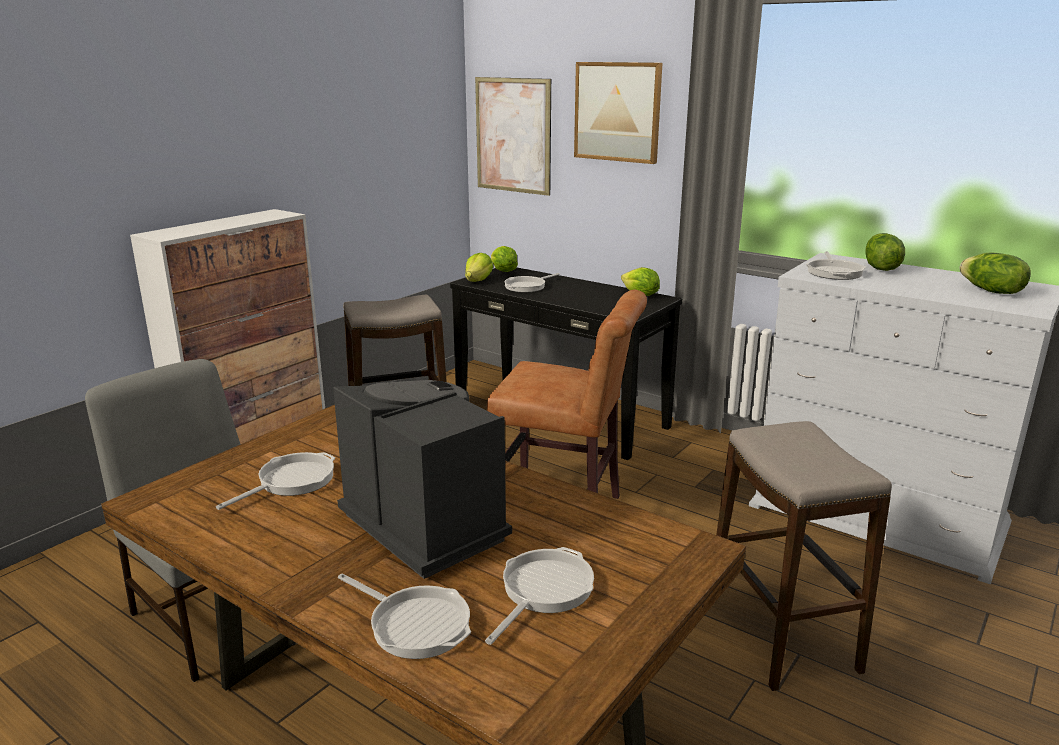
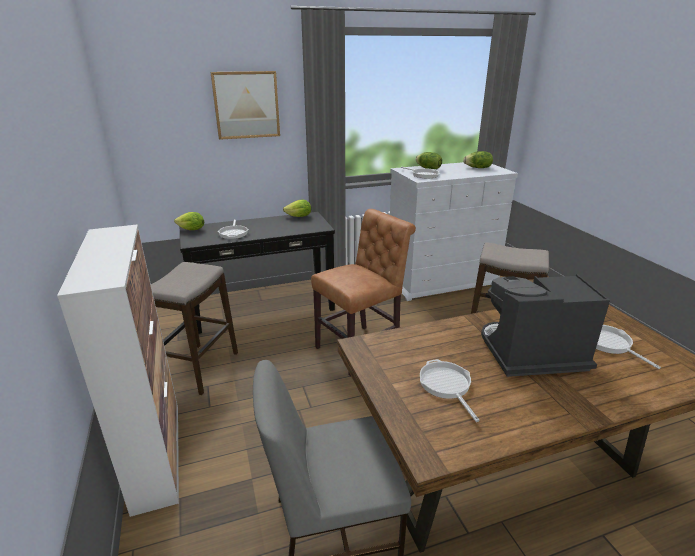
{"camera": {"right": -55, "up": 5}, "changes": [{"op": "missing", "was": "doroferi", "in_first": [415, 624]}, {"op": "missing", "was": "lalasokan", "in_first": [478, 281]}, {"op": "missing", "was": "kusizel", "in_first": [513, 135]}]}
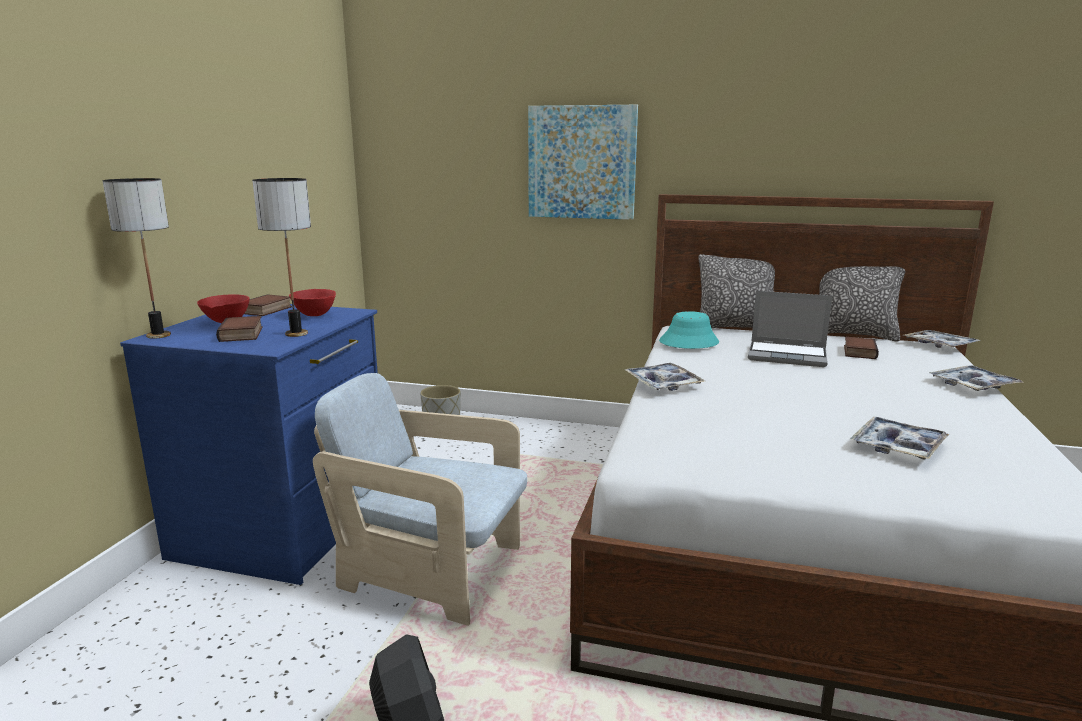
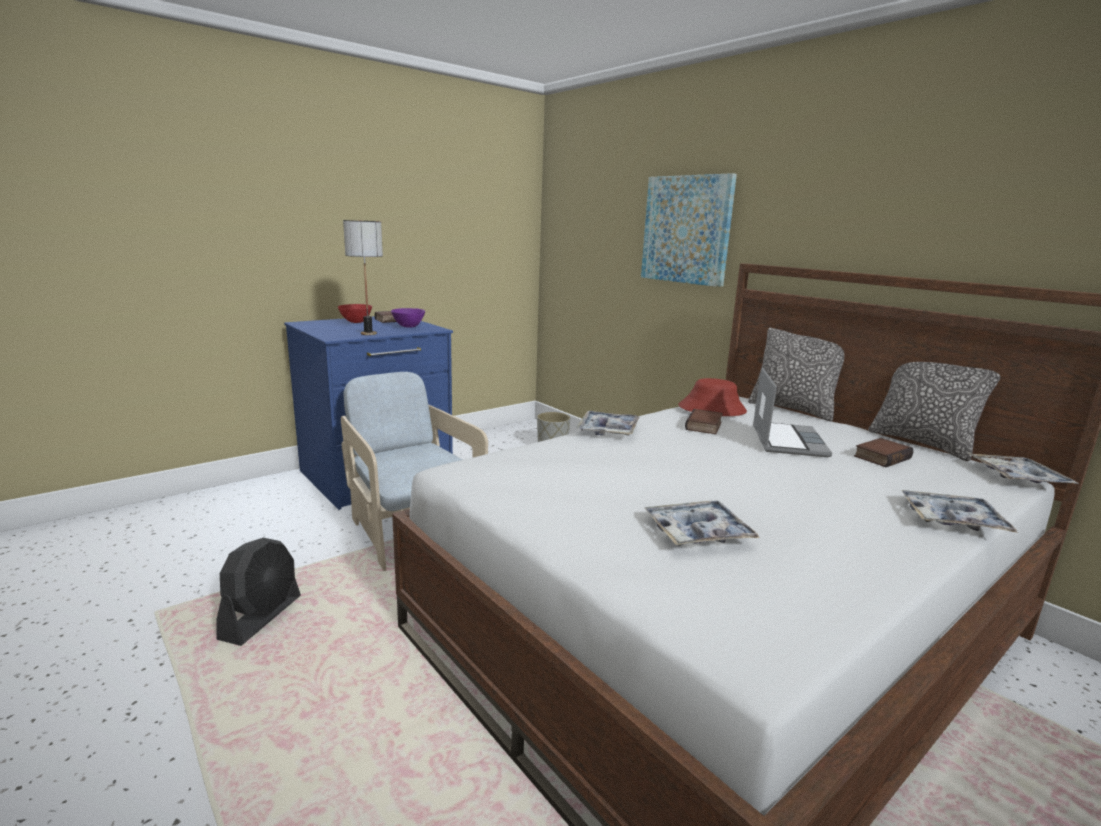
{"camera": {"right": 35, "up": 0}, "changes": [{"op": "missing", "was": "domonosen", "in_first": [159, 335]}, {"op": "relocated", "was": "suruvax", "in_first": [242, 334], "in_second": [705, 426]}, {"op": "colour", "was": "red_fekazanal", "now": "purple_fekazanal", "in_first": [315, 315], "in_second": [408, 327]}, {"op": "colour", "was": "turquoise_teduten", "now": "red_teduten", "in_first": [688, 342], "in_second": [712, 409]}, {"op": "spun", "was": "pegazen", "in_first": [788, 356], "in_second": [786, 440], "clockwise": -135}]}
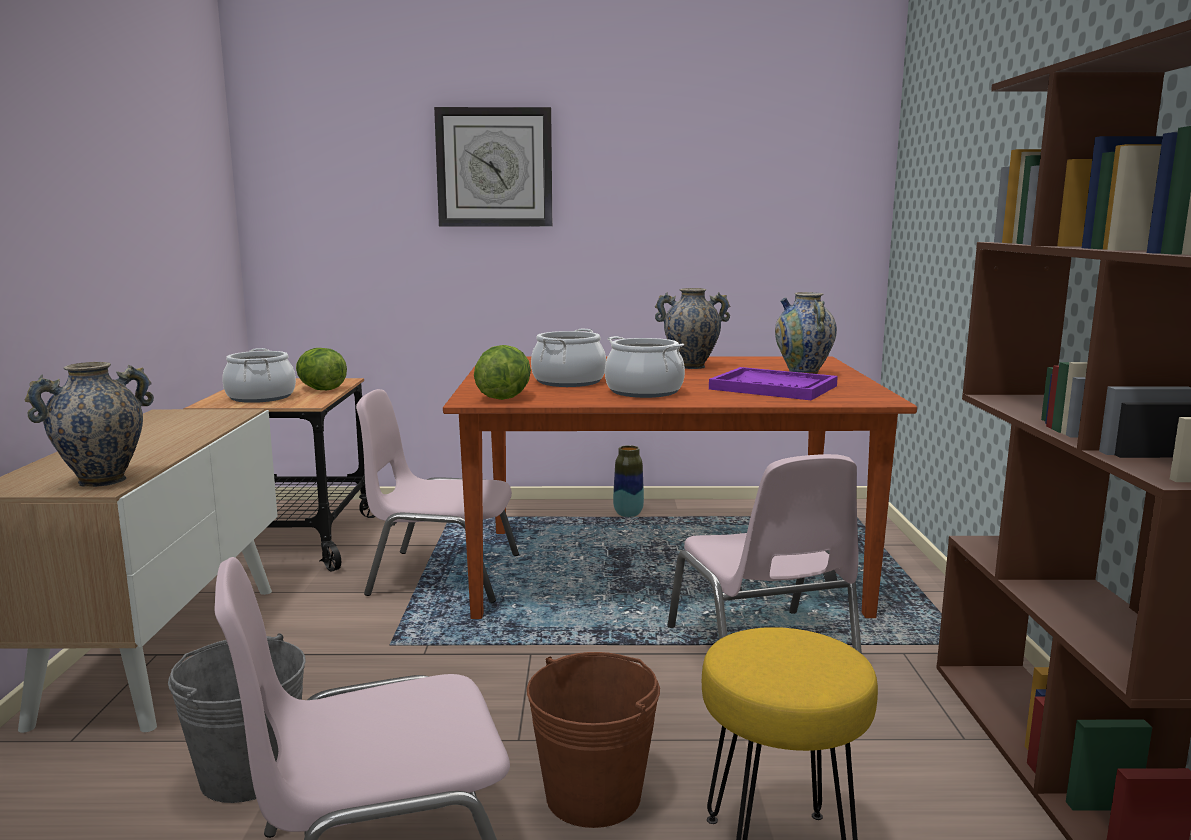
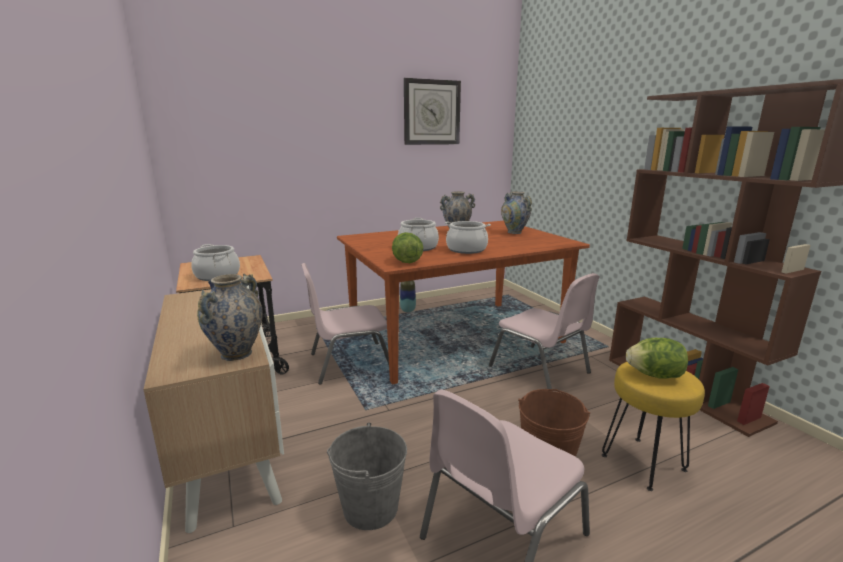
{"camera": {"right": -25, "up": 5}, "changes": [{"op": "missing", "was": "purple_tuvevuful", "in_first": [773, 387]}, {"op": "relocated", "was": "lalasokan", "in_first": [321, 389], "in_second": [654, 375]}, {"op": "relocated", "was": "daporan", "in_first": [494, 168], "in_second": [431, 112]}]}
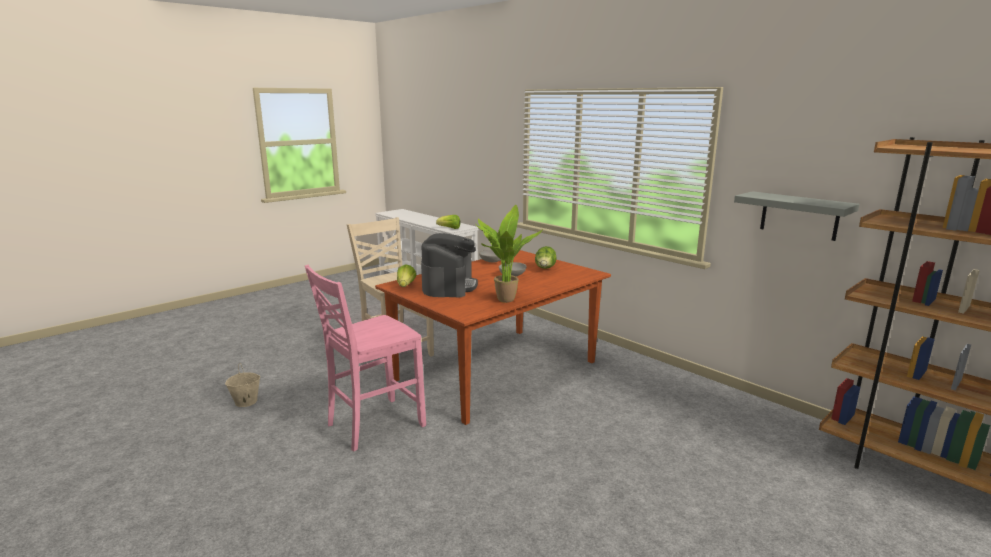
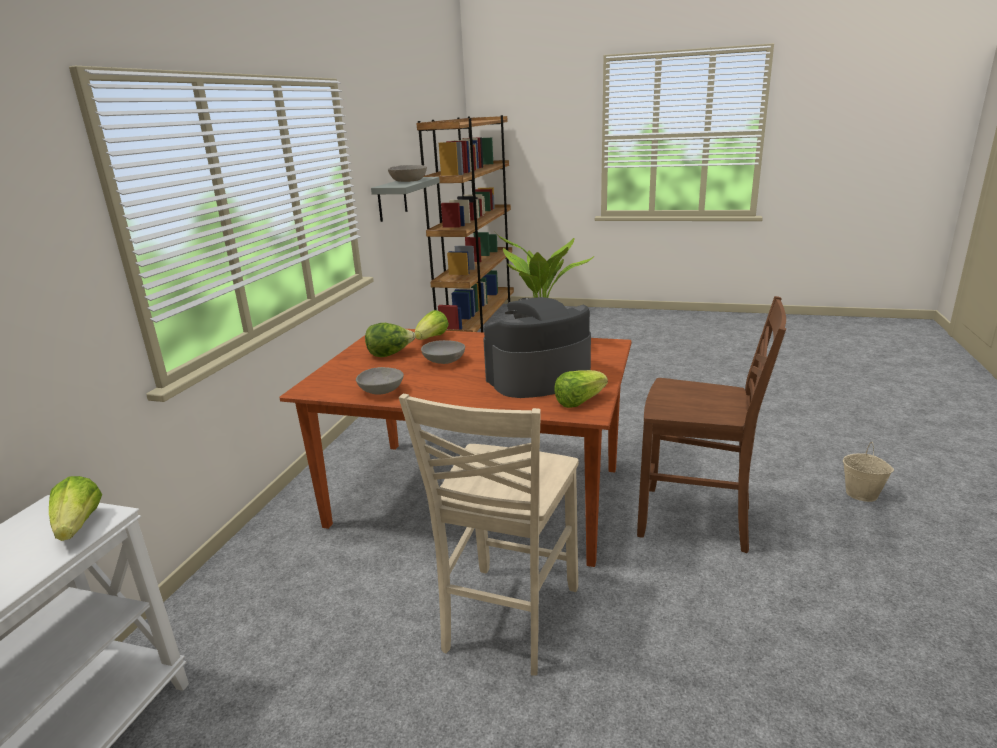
{"camera": {"right": -120, "up": 5}, "changes": [{"op": "appeared", "now": "grey_fekazanal", "in_second": [408, 181]}, {"op": "appeared", "now": "lalasokan", "in_second": [432, 338]}, {"op": "relocated", "was": "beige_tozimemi", "in_first": [245, 402], "in_second": [862, 494]}, {"op": "colour", "was": "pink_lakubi", "now": "brown_lakubi", "in_first": [373, 425], "in_second": [697, 521]}]}
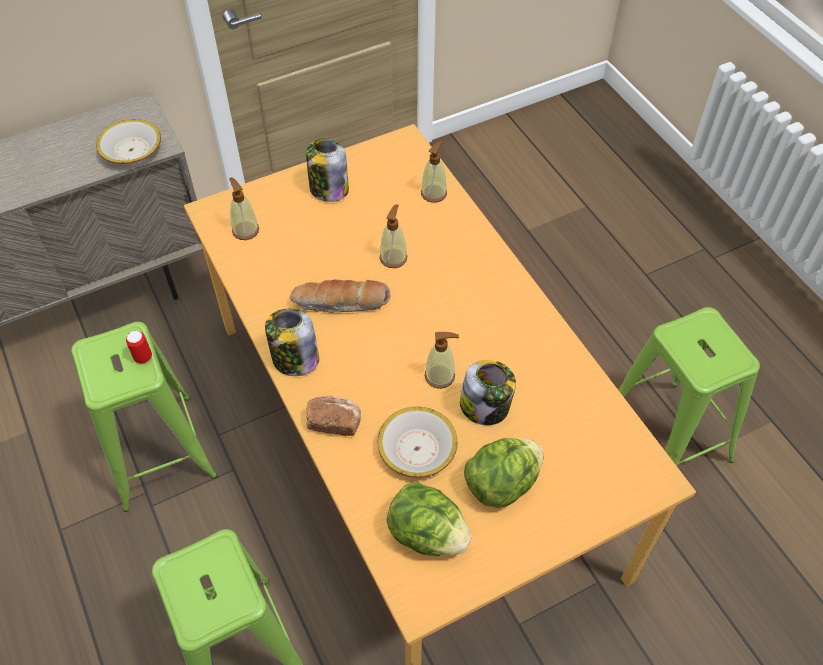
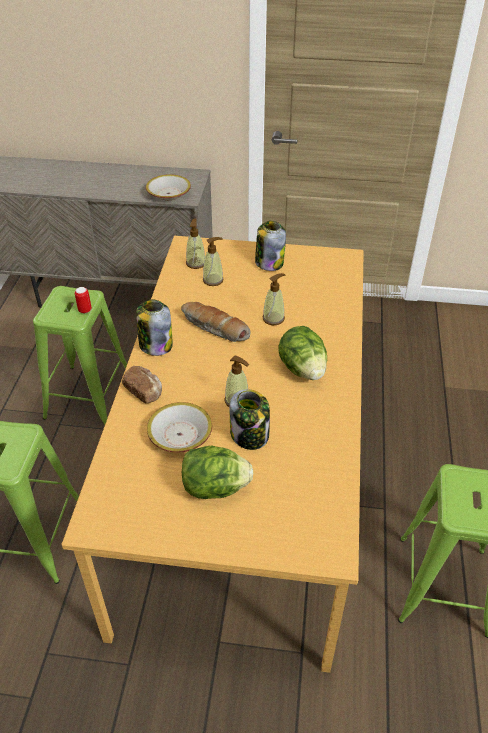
{"camera": {"right": 35, "up": -10}, "changes": [{"op": "relocated", "was": "lalasokan", "in_first": [427, 533], "in_second": [302, 369]}, {"op": "relocated", "was": "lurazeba", "in_first": [434, 193], "in_second": [213, 280]}]}
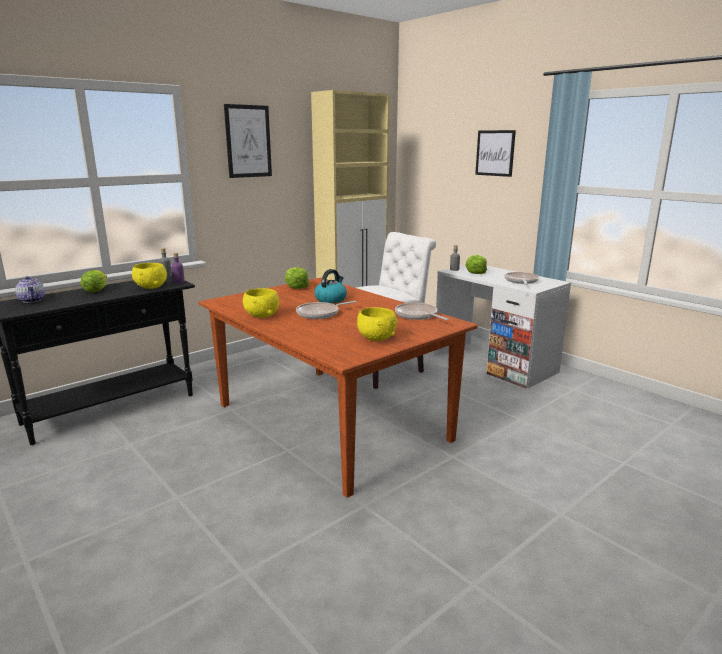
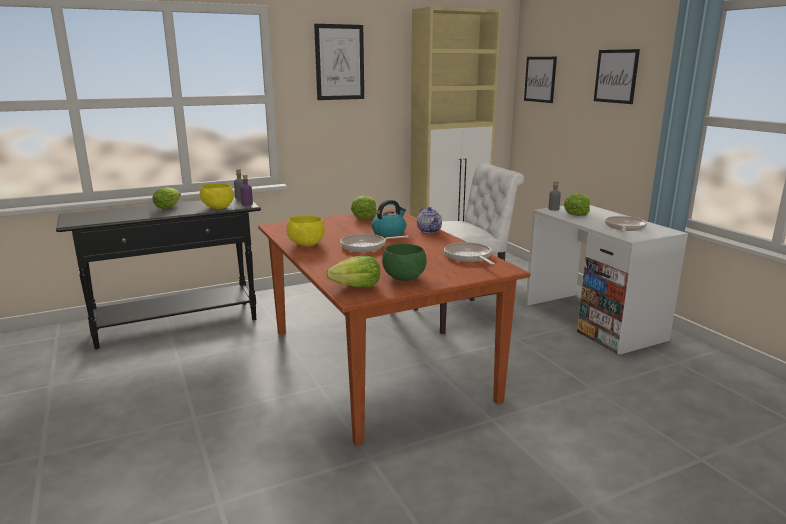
{"camera": {"right": 15, "up": 0}, "changes": [{"op": "appeared", "now": "lalasokan", "in_second": [357, 286]}, {"op": "appeared", "now": "kusizel", "in_second": [540, 79]}, {"op": "relocated", "was": "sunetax", "in_first": [32, 300], "in_second": [429, 230]}, {"op": "colour", "was": "yellow_fekazanal", "now": "green_fekazanal", "in_first": [376, 338], "in_second": [404, 278]}]}
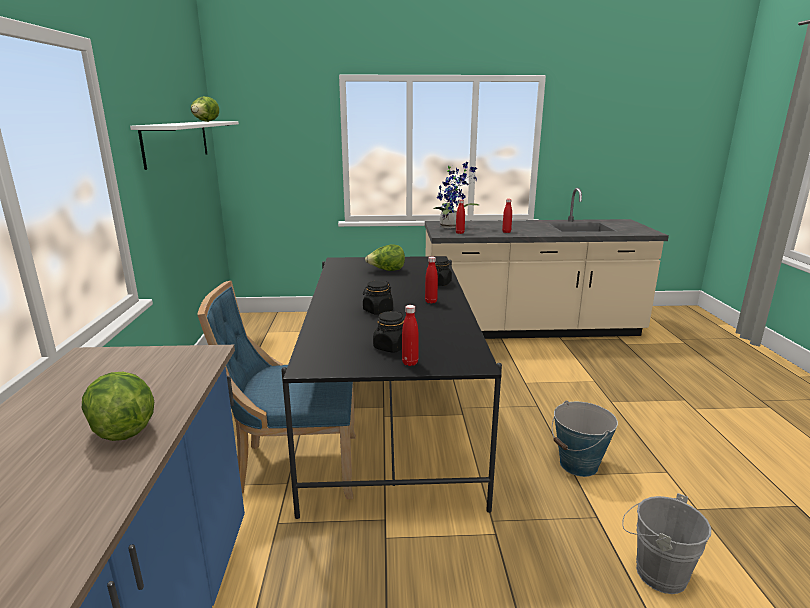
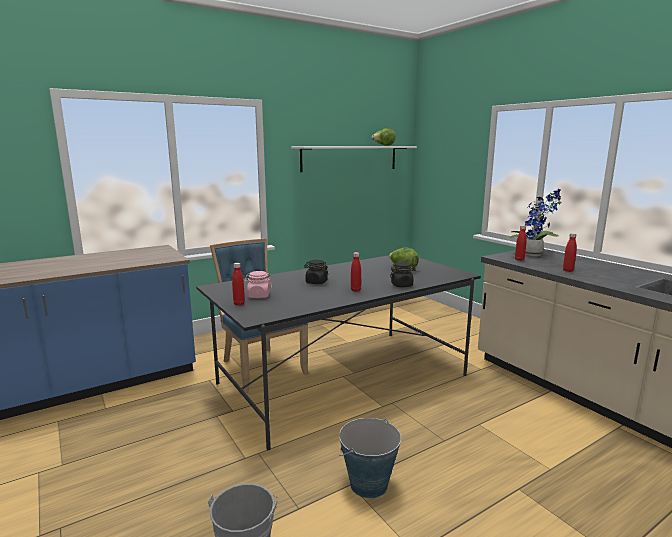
{"camera": {"right": 60, "up": -5}, "changes": [{"op": "missing", "was": "lalasokan", "in_first": [123, 427]}, {"op": "colour", "was": "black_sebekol", "now": "pink_sebekol", "in_first": [390, 347], "in_second": [258, 296]}]}
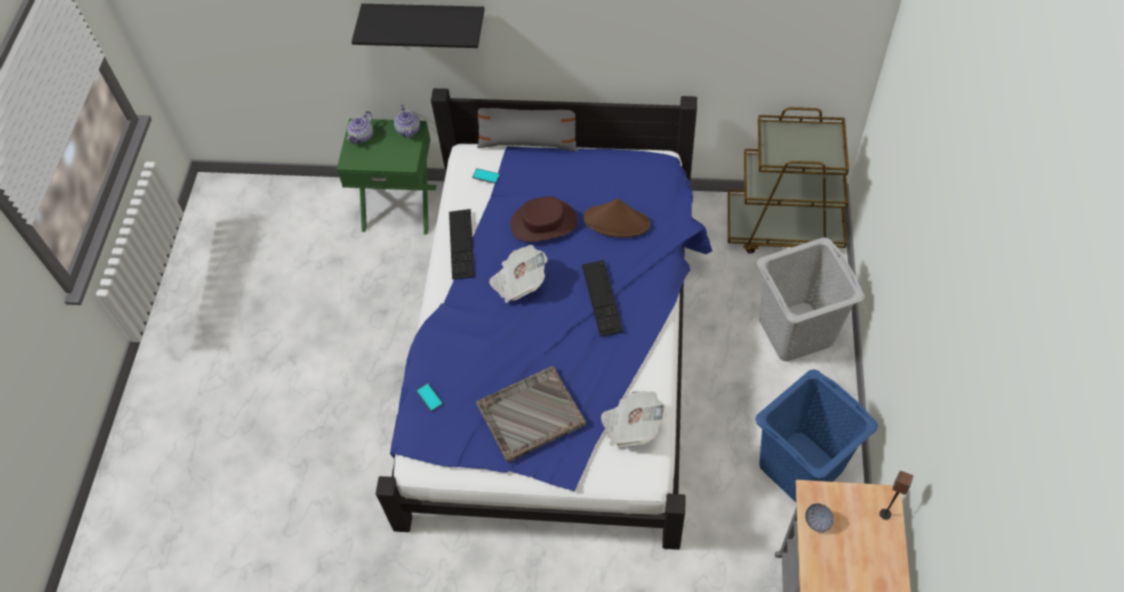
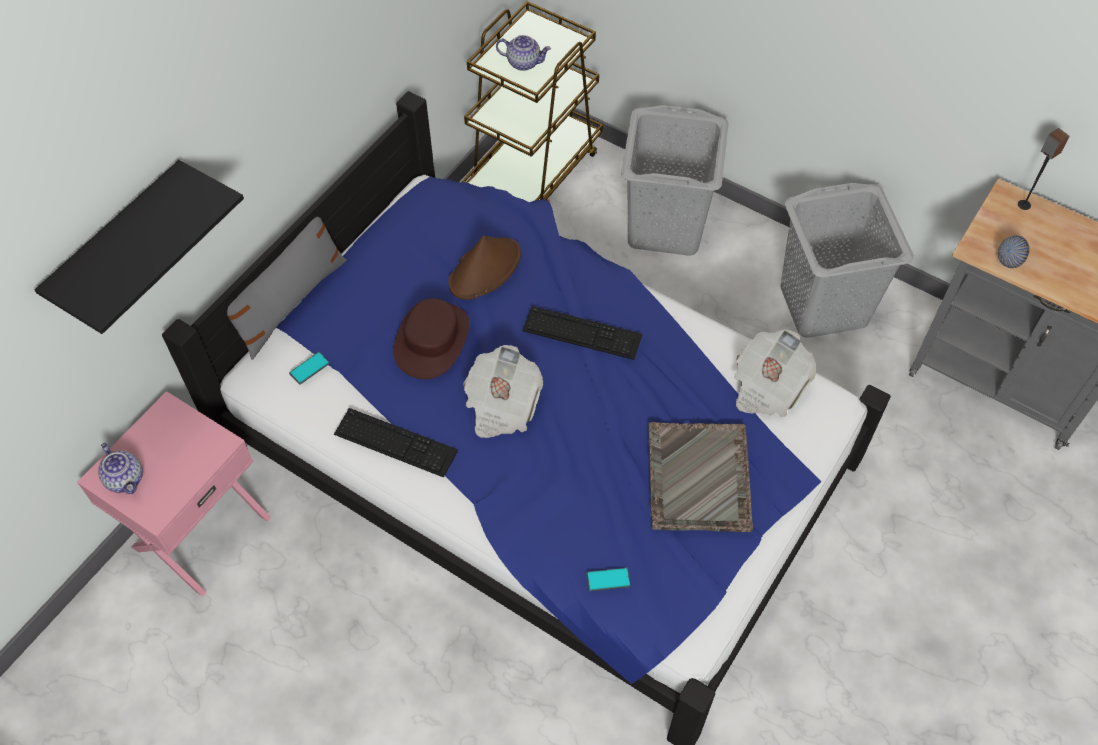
{"camera": {"right": -65, "up": 0}, "changes": [{"op": "relocated", "was": "sunetax", "in_first": [409, 130], "in_second": [524, 62]}, {"op": "colour", "was": "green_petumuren", "now": "pink_petumuren", "in_first": [399, 207], "in_second": [200, 531]}, {"op": "colour", "was": "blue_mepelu", "now": "grey_mepelu", "in_first": [801, 467], "in_second": [823, 304]}]}
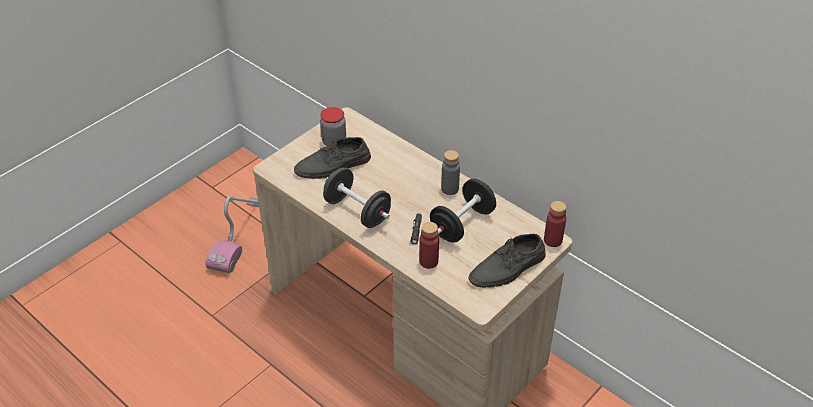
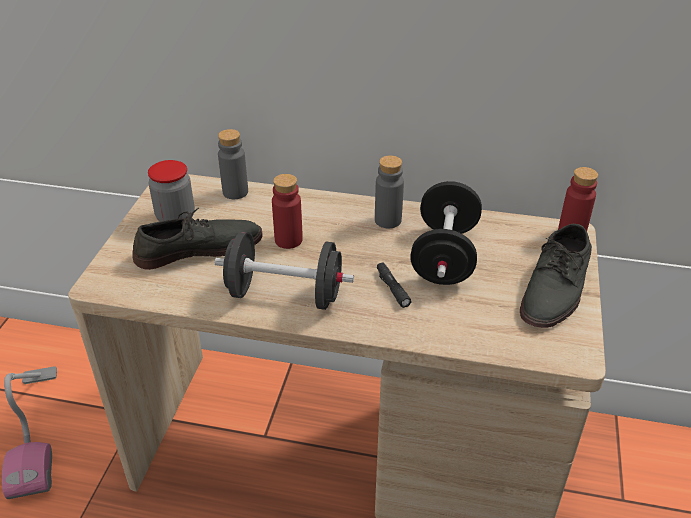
{"camera": {"right": -30, "up": -5}, "changes": [{"op": "appeared", "now": "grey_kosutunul", "in_second": [235, 192]}, {"op": "relocated", "was": "red_kosutunul", "in_first": [428, 261], "in_second": [288, 240]}, {"op": "spun", "was": "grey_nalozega", "in_first": [333, 166], "in_second": [199, 248], "clockwise": -150}]}
